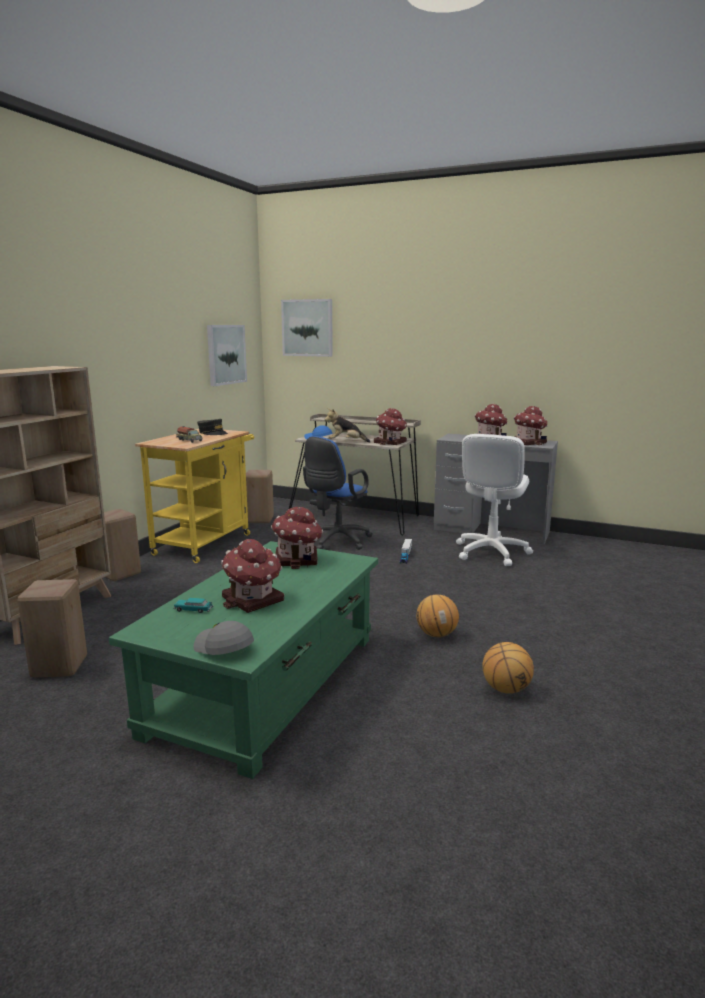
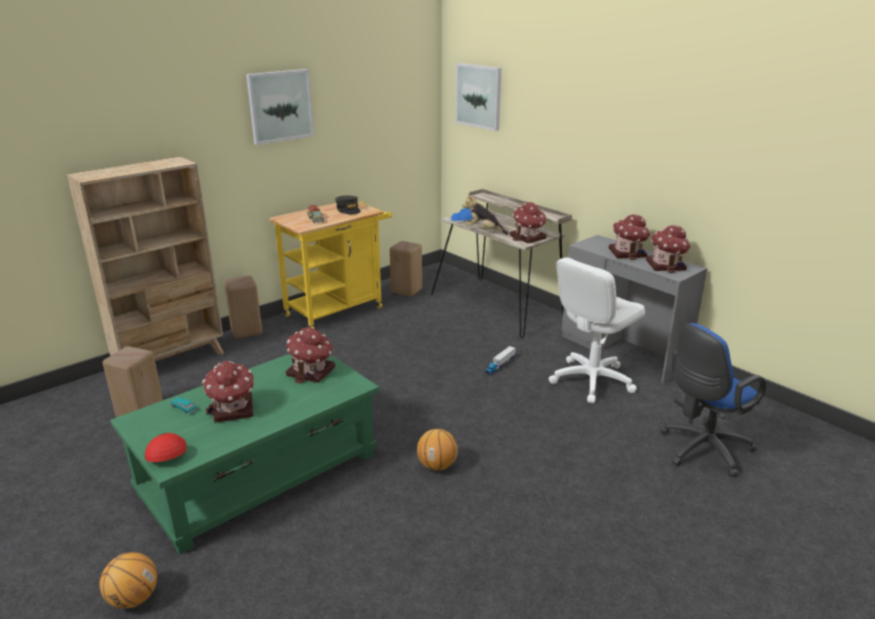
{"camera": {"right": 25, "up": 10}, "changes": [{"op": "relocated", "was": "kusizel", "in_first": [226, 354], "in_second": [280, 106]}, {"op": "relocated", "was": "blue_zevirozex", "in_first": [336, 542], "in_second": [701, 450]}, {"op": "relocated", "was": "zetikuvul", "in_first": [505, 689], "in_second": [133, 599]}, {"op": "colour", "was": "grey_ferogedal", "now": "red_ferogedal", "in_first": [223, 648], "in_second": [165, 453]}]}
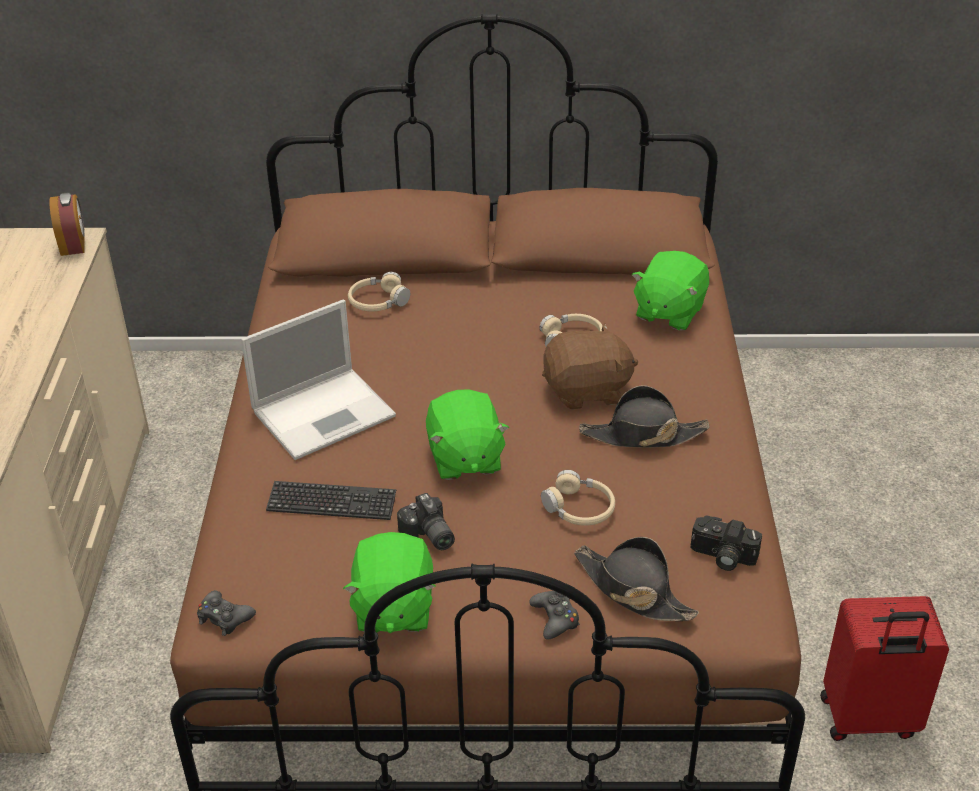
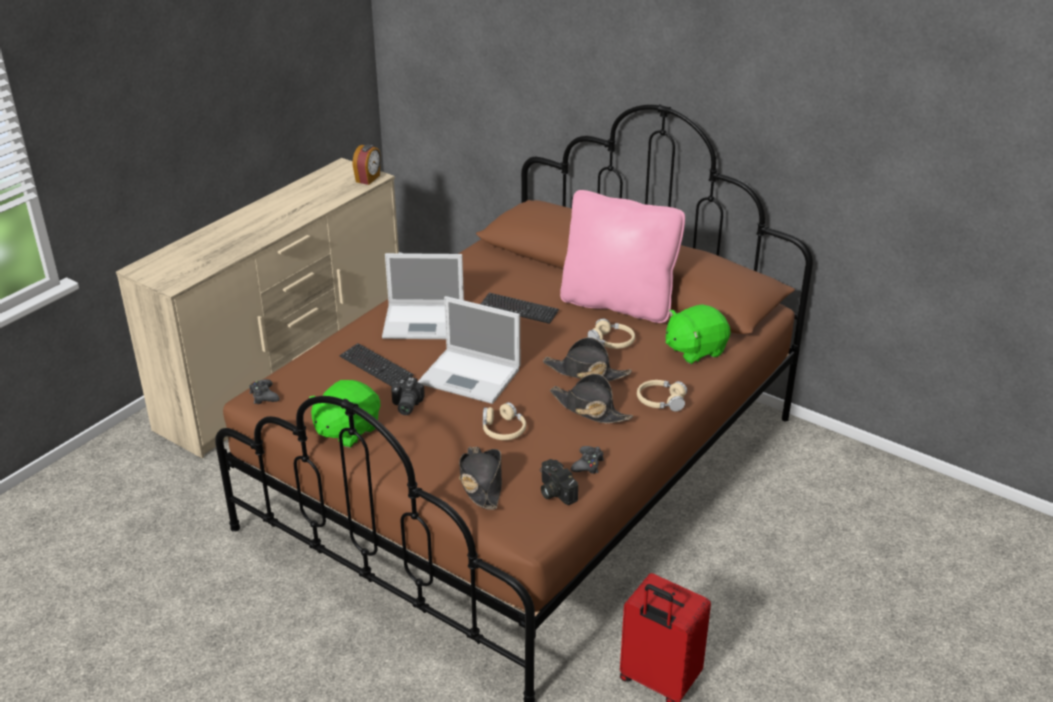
{"camera": {"right": 35, "up": -5}, "changes": [{"op": "appeared", "now": "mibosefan", "in_second": [518, 309]}, {"op": "appeared", "now": "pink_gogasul", "in_second": [618, 303]}, {"op": "relocated", "was": "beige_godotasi", "in_first": [378, 301], "in_second": [660, 401]}, {"op": "relocated", "was": "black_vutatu", "in_first": [555, 618], "in_second": [588, 464]}, {"op": "exchanged", "was": "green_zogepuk", "now": "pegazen", "in_first": [464, 458], "in_second": [471, 376]}, {"op": "exchanged", "was": "brown_zogepuk", "now": "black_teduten", "in_first": [587, 391], "in_second": [586, 372]}]}
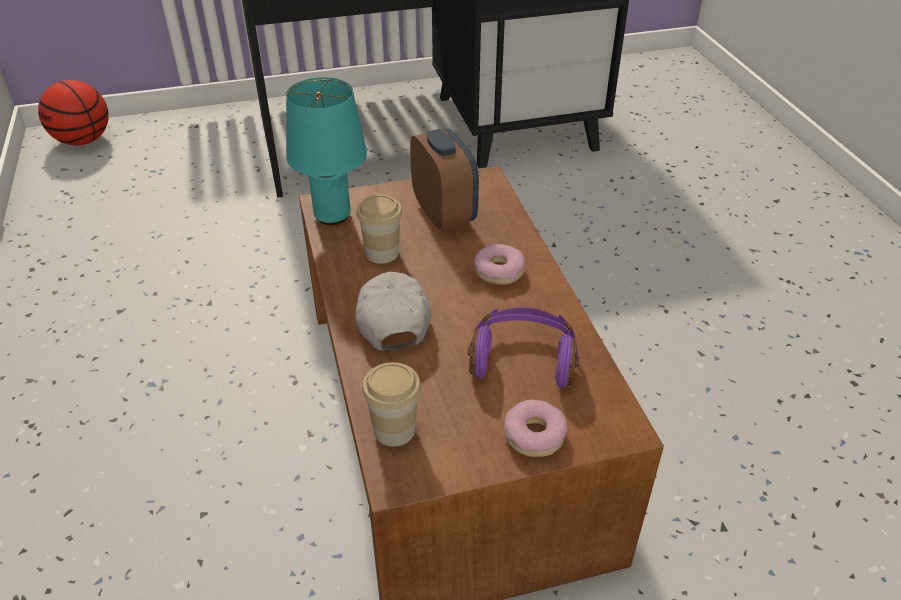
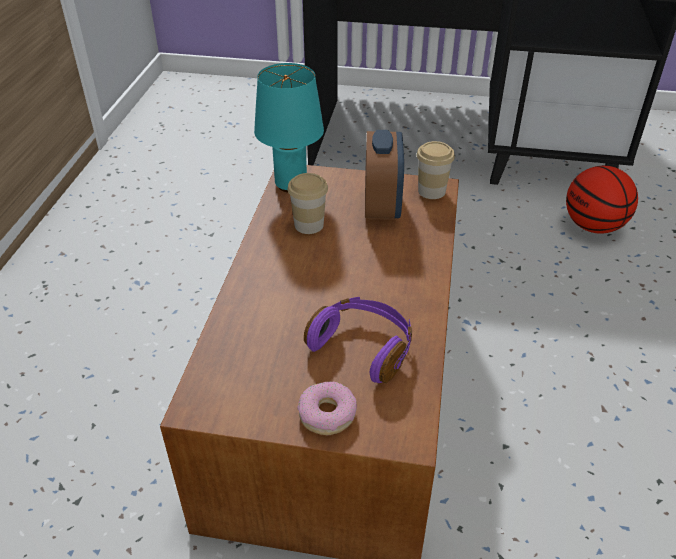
{"camera": {"right": 25, "up": 0}, "changes": [{"op": "missing", "was": "white_ferogedal", "in_first": [392, 317]}, {"op": "missing", "was": "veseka", "in_first": [499, 271]}, {"op": "relocated", "was": "zetikuvul", "in_first": [83, 140], "in_second": [593, 226]}, {"op": "relocated", "was": "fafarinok", "in_first": [394, 430], "in_second": [431, 191]}]}
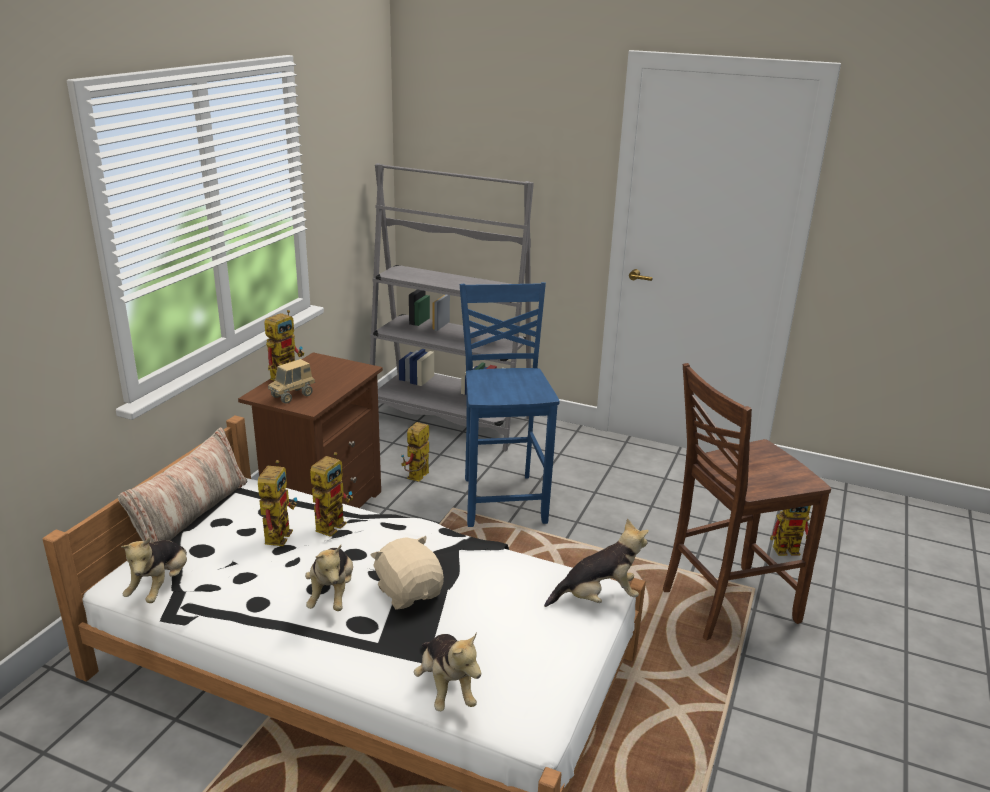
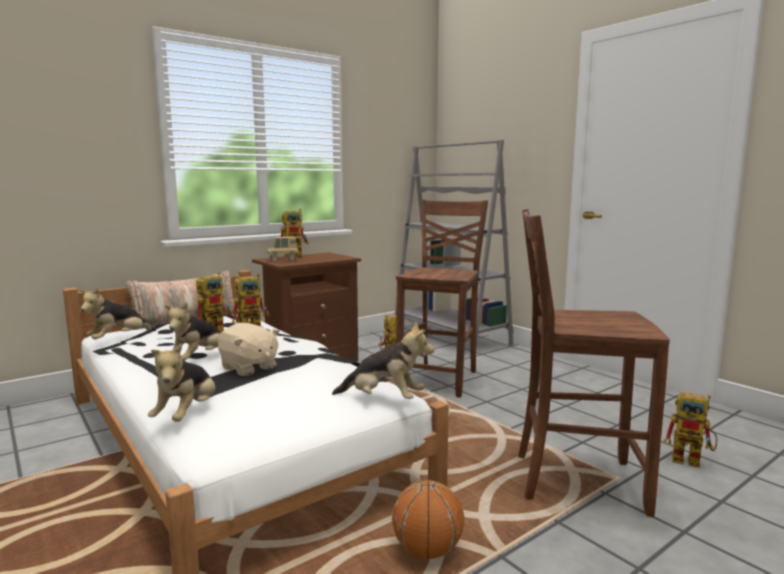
{"camera": {"right": 30, "up": -15}, "changes": [{"op": "appeared", "now": "zetikuvul", "in_second": [427, 550]}, {"op": "colour", "was": "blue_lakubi", "now": "brown_lakubi", "in_first": [503, 499], "in_second": [440, 379]}, {"op": "spun", "was": "beige_zogepuk", "in_first": [409, 592], "in_second": [249, 368], "clockwise": 135}]}
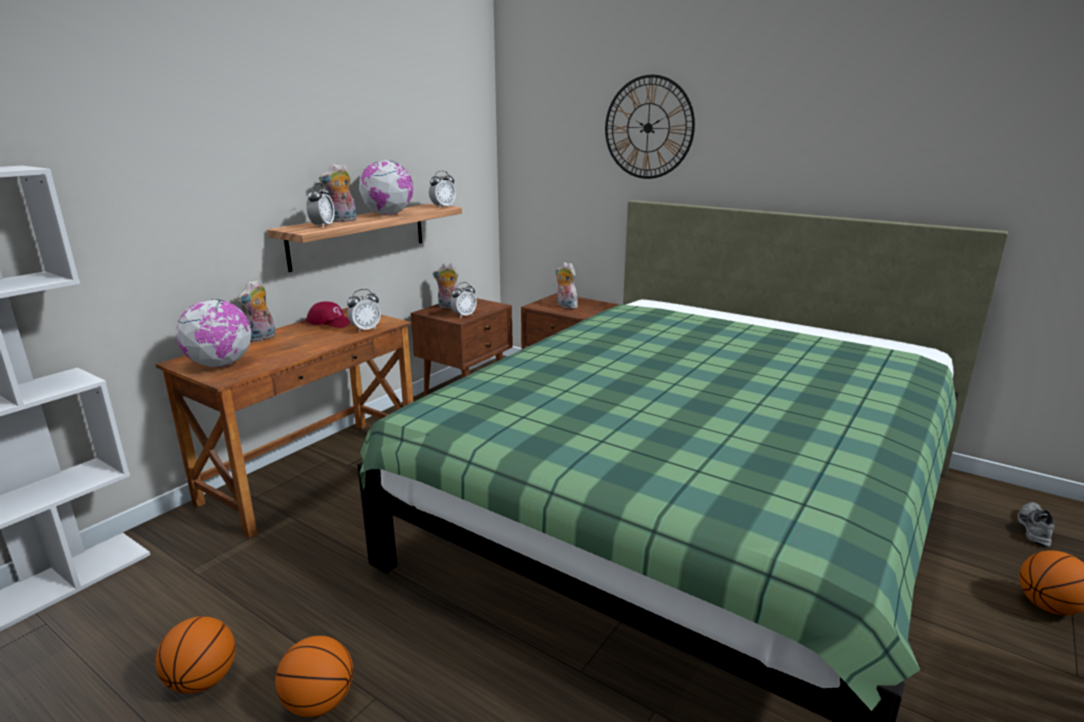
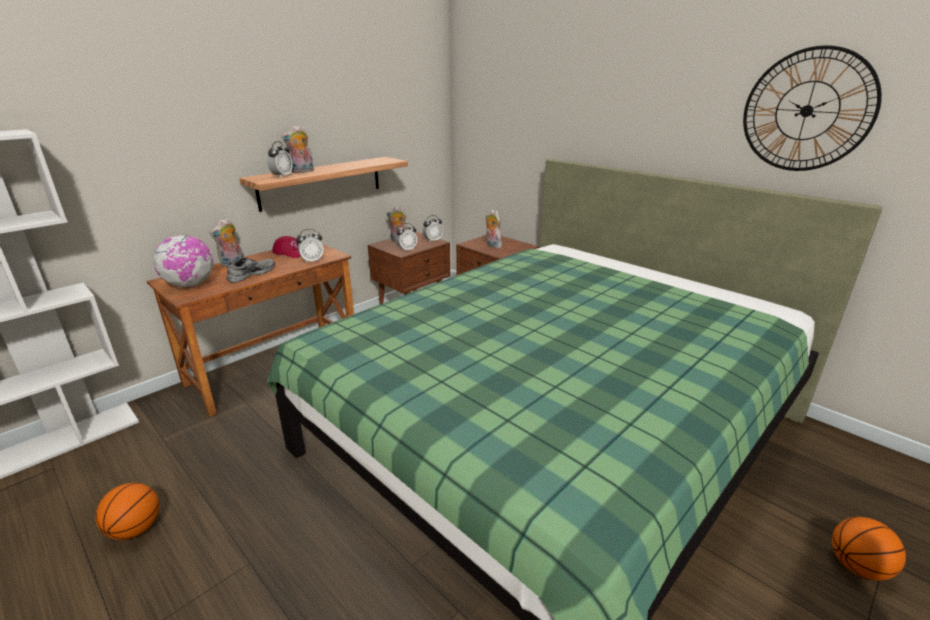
{"camera": {"right": 10, "up": 5}, "changes": [{"op": "missing", "was": "zetikuvul", "in_first": [319, 702]}, {"op": "missing", "was": "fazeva", "in_first": [388, 214]}, {"op": "relocated", "was": "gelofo", "in_first": [443, 207], "in_second": [432, 241]}, {"op": "relocated", "was": "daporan", "in_first": [648, 128], "in_second": [806, 111]}, {"op": "relocated", "was": "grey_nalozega", "in_first": [1032, 528], "in_second": [251, 274]}]}
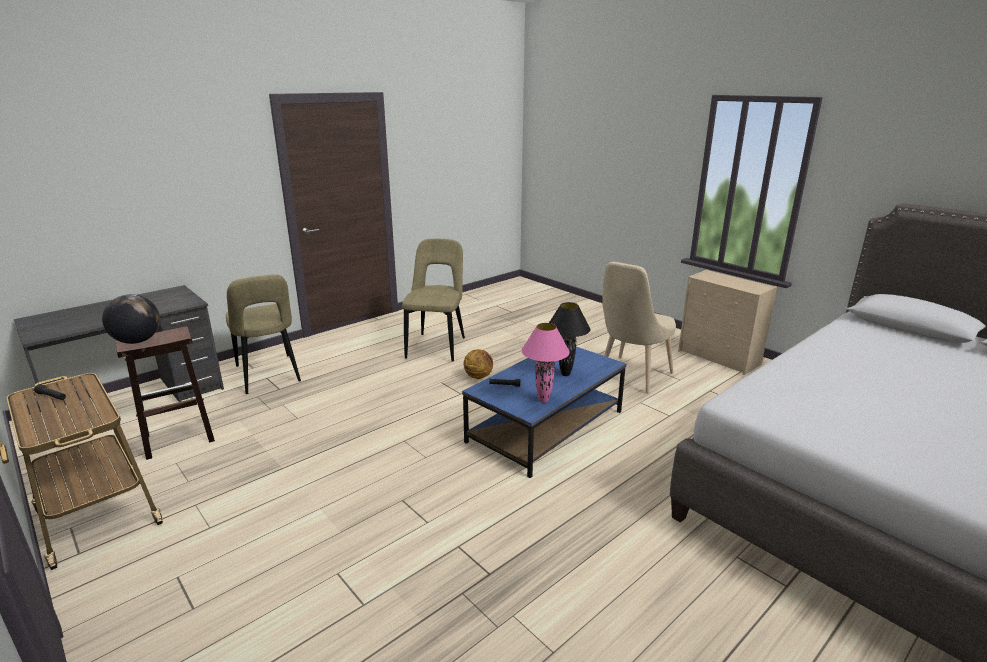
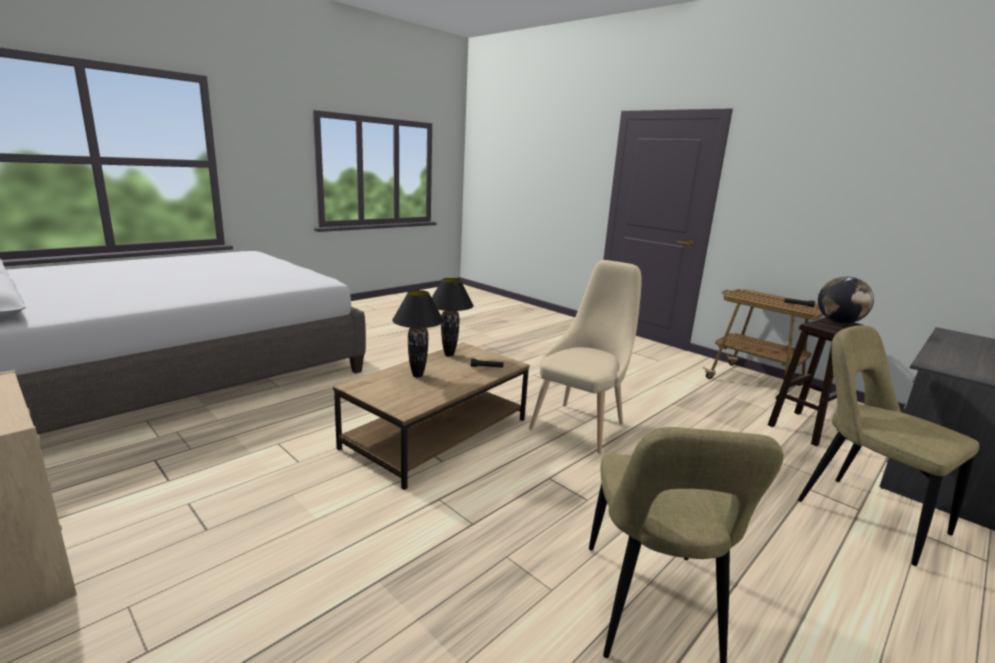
{"camera": {"right": 175, "up": -5}, "changes": [{"op": "missing", "was": "zetikuvul", "in_first": [479, 376]}, {"op": "relocated", "was": "beige_lakubi", "in_first": [631, 377], "in_second": [581, 424]}, {"op": "colour", "was": "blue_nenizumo", "now": "brown_nenizumo", "in_first": [546, 425], "in_second": [436, 434]}, {"op": "colour", "was": "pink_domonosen", "now": "black_domonosen", "in_first": [543, 400], "in_second": [449, 355]}]}
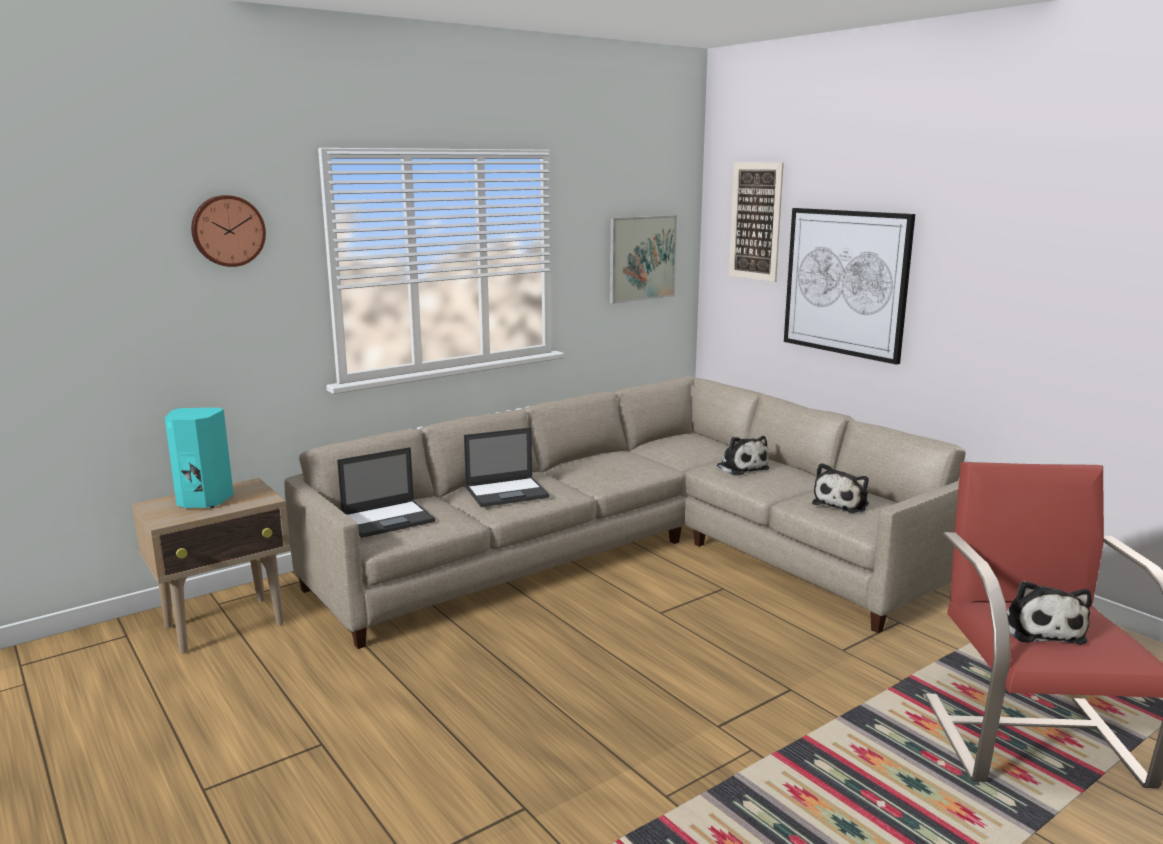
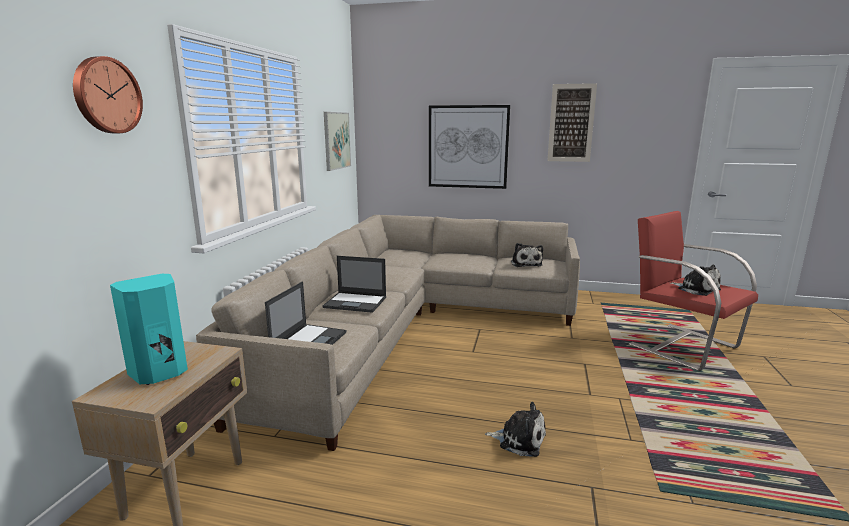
{"camera": {"right": -40, "up": 0}, "changes": [{"op": "relocated", "was": "zogepuk", "in_first": [741, 467], "in_second": [519, 440]}, {"op": "relocated", "was": "kusizel", "in_first": [755, 221], "in_second": [571, 123]}, {"op": "spun", "was": "pegazen", "in_first": [507, 492], "in_second": [356, 302], "clockwise": 75}]}
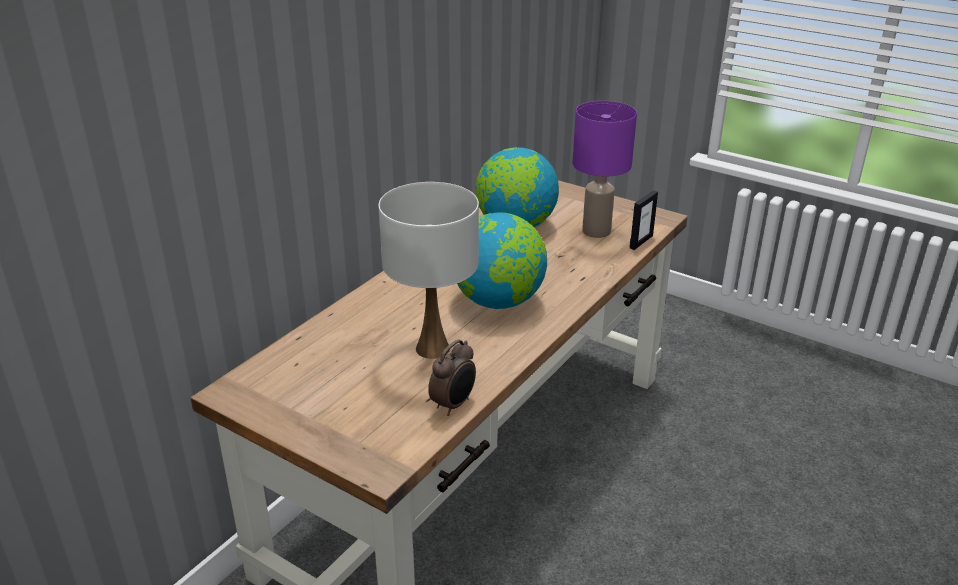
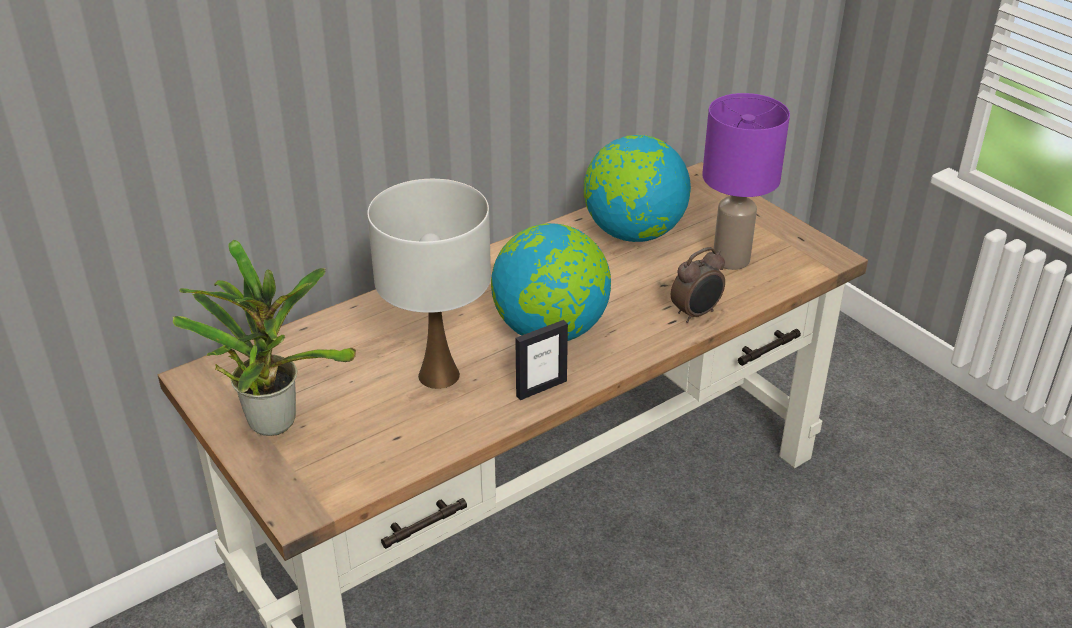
{"camera": {"right": 20, "up": 5}, "changes": [{"op": "appeared", "now": "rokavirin", "in_second": [273, 418]}, {"op": "relocated", "was": "gelofo", "in_first": [454, 404], "in_second": [696, 314]}, {"op": "relocated", "was": "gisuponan", "in_first": [641, 242], "in_second": [541, 388]}]}
